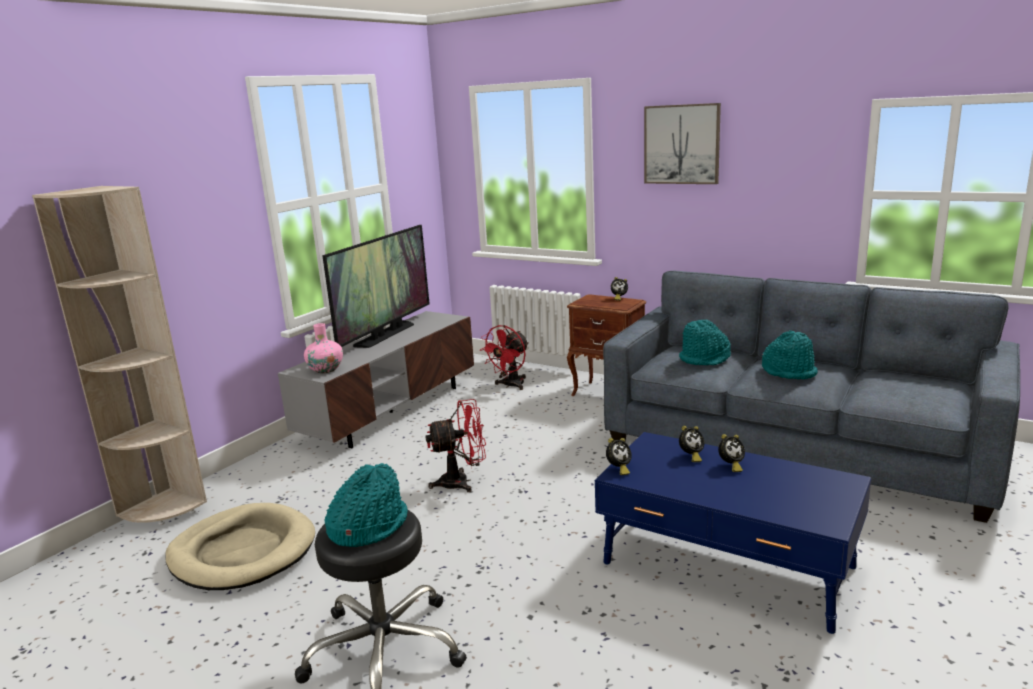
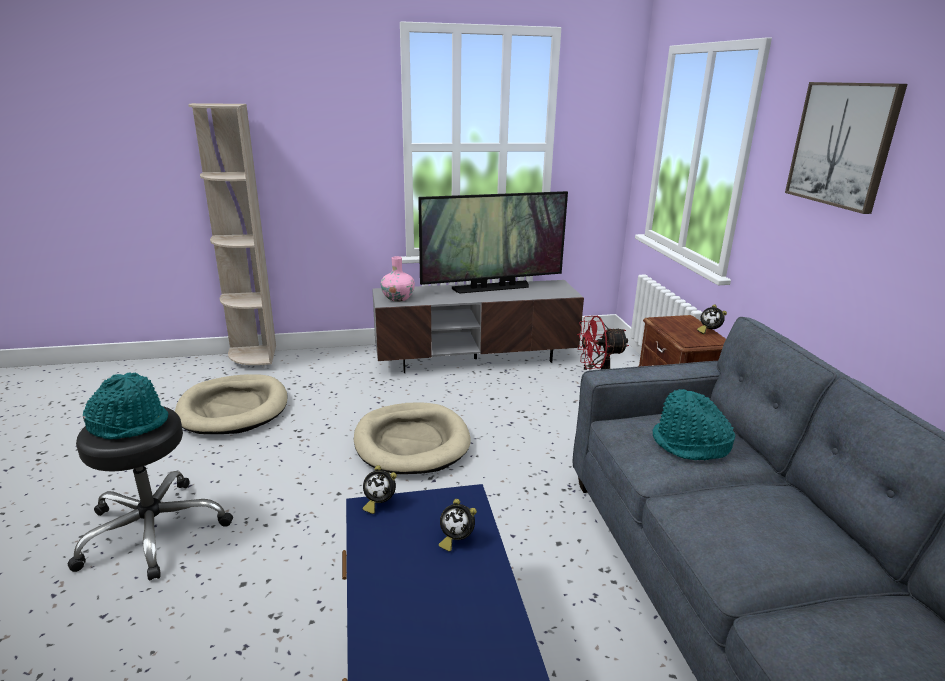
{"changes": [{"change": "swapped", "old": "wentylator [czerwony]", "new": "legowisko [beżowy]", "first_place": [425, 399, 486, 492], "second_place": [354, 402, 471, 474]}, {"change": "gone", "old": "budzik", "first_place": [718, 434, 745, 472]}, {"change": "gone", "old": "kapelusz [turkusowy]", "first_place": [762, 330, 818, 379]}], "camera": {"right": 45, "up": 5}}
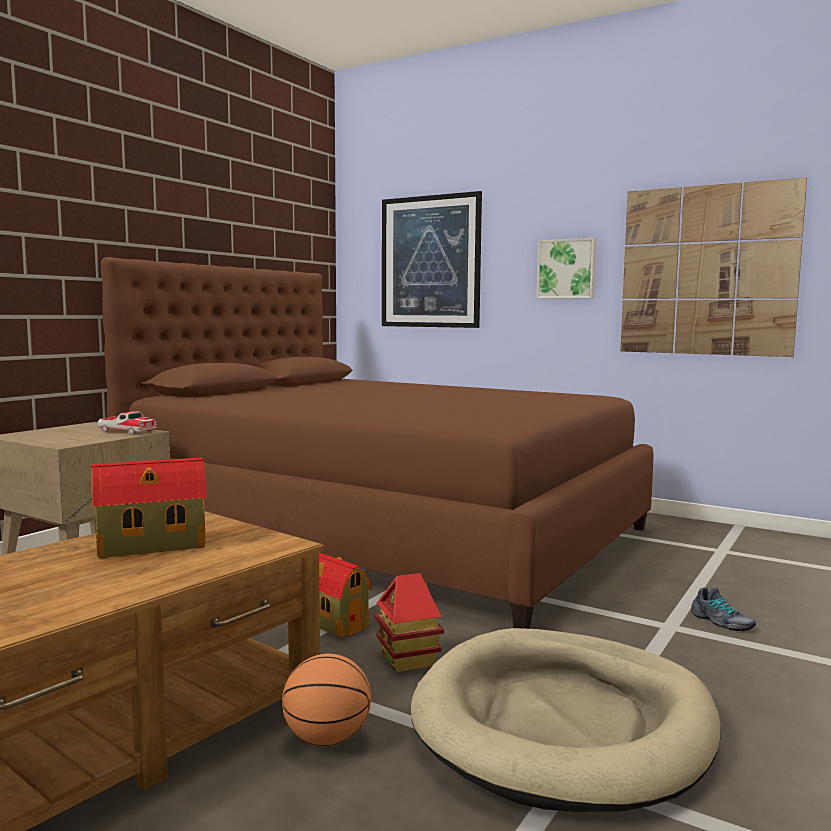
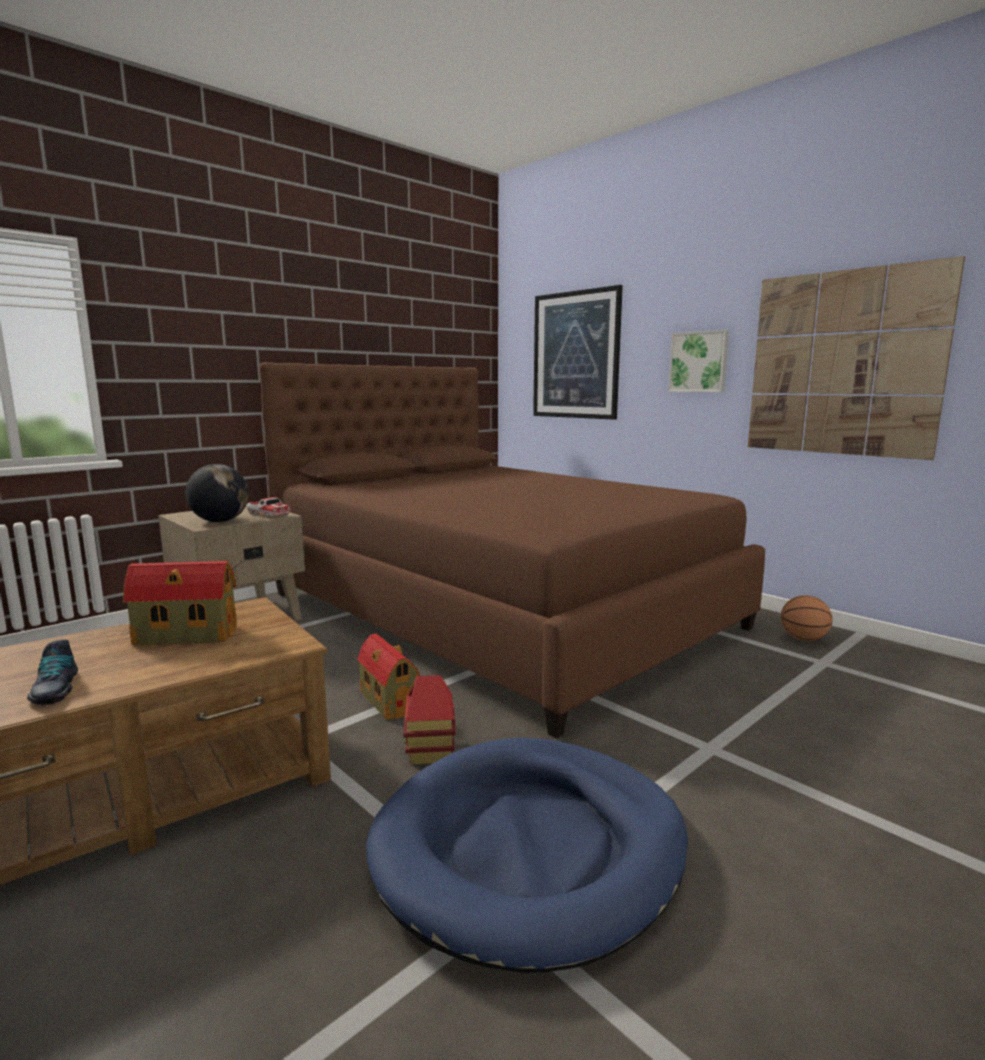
{"changes": [{"change": "shifted", "old": "but", "first_place": [691, 587, 756, 632], "second_place": [27, 639, 78, 705]}, {"change": "new", "new": "globus", "second_place": [186, 464, 249, 522]}, {"change": "repainted", "old": "legowisko [beżowy]", "new": "legowisko [niebieski]", "first_place": [411, 628, 720, 812], "second_place": [366, 738, 688, 973]}, {"change": "shifted", "old": "piłka do koszykówki", "first_place": [282, 654, 371, 746], "second_place": [781, 595, 833, 641]}], "camera": {"right": 15, "up": 5}}
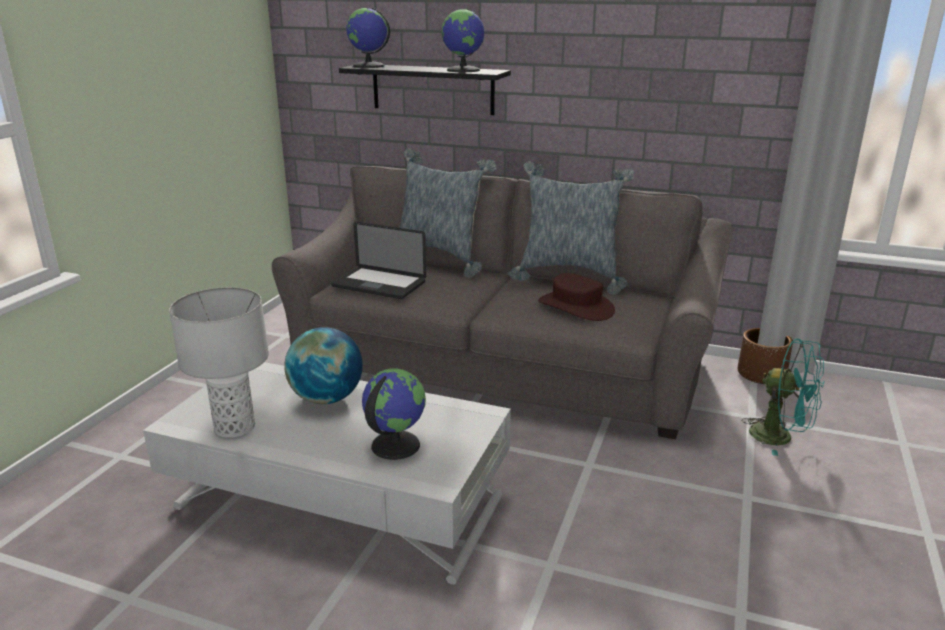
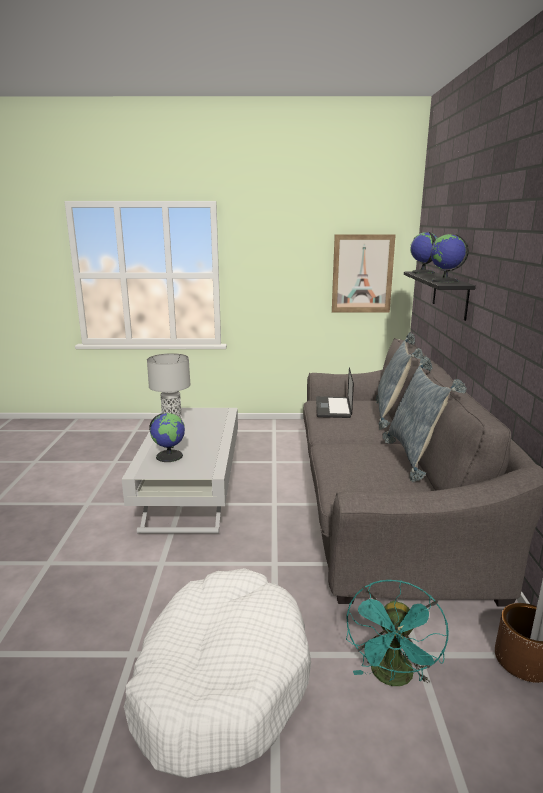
{"changes": [{"change": "new", "new": "legowisko [biały]", "second_place": [124, 568, 311, 778]}, {"change": "new", "new": "obraz", "second_place": [332, 234, 396, 312]}, {"change": "gone", "old": "globus", "first_place": [284, 327, 363, 404]}, {"change": "gone", "old": "kapelusz [brązowy]", "first_place": [538, 273, 615, 321]}], "camera": {"right": 70, "up": -5}}
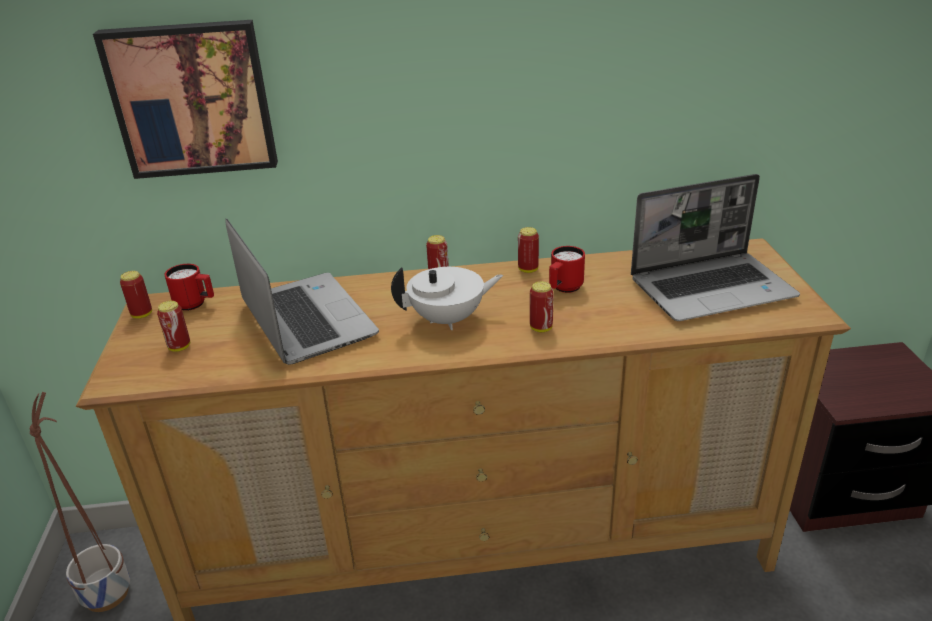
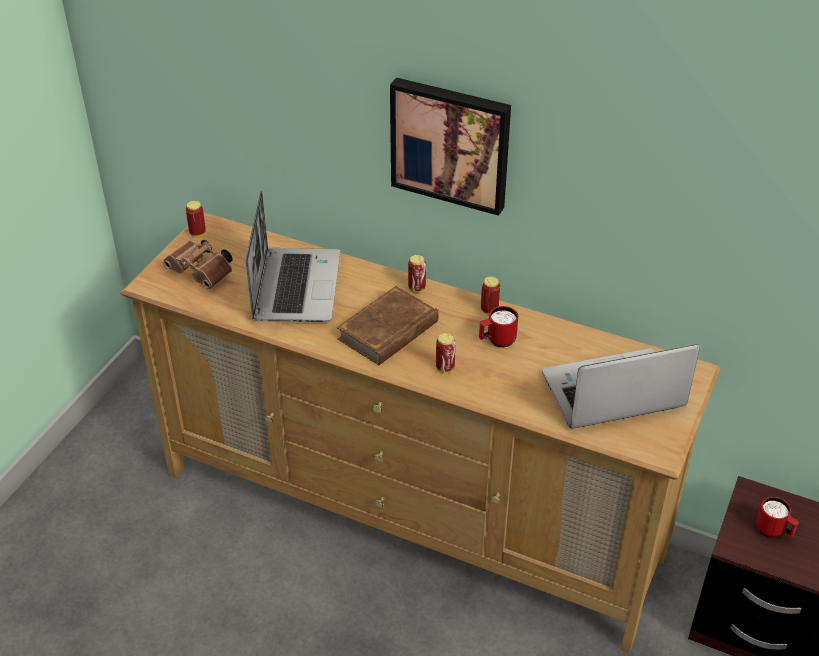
{"changes": [{"change": "swapped", "old": "puszka", "new": "lornetka [brązowy]", "first_place": [157, 301, 190, 352], "second_place": [163, 240, 233, 289]}, {"change": "swapped", "old": "imbryk [biały]", "new": "książka [brązowy]", "first_place": [391, 267, 503, 330], "second_place": [337, 286, 438, 365]}, {"change": "shifted", "old": "obraz", "first_place": [93, 20, 278, 179], "second_place": [390, 78, 511, 216]}, {"change": "rotated", "old": "laptop", "first_place": [631, 174, 800, 321], "second_place": [542, 344, 700, 429], "degrees": 150}, {"change": "shifted", "old": "kubek [czerwony]", "first_place": [164, 264, 214, 311], "second_place": [756, 497, 799, 538]}, {"change": "gone", "old": "donica", "first_place": [29, 392, 130, 612]}], "camera": {"right": 30, "up": 10}}
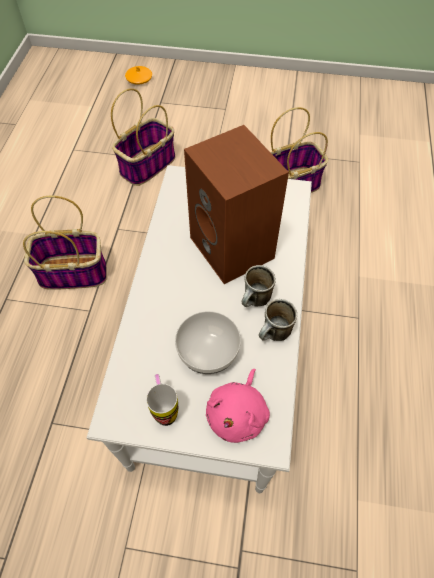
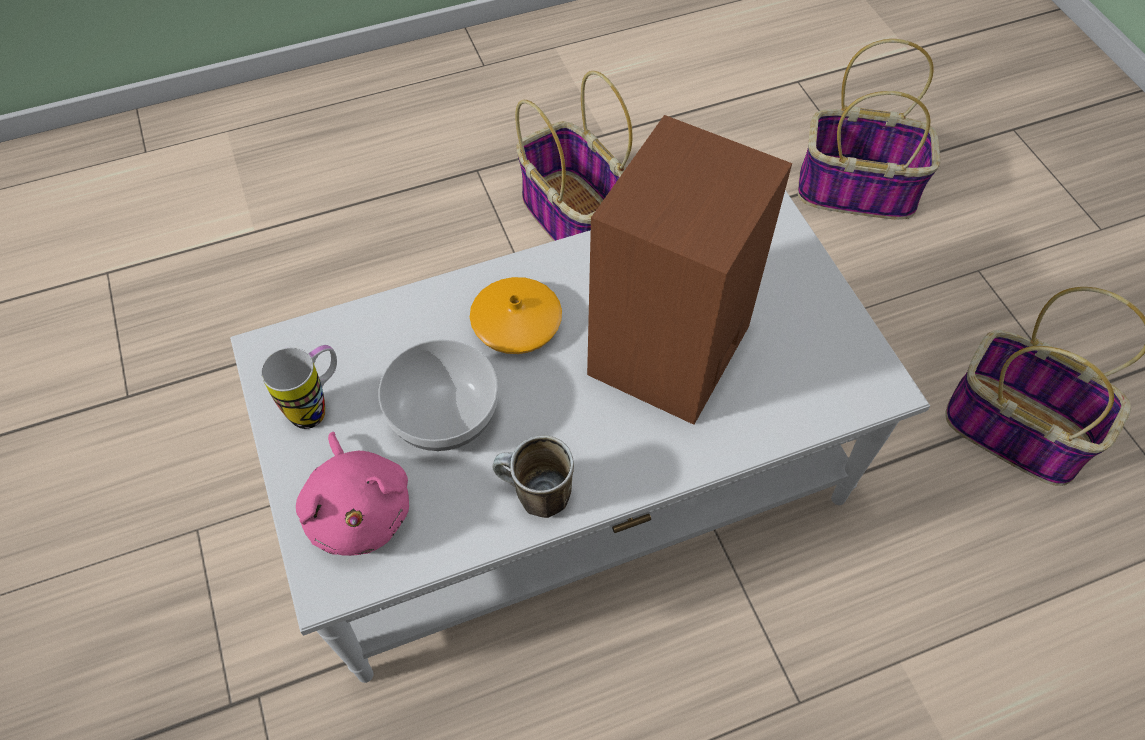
{"changes": [{"change": "rotated", "old": "pluszak [różowy]", "first_place": [206, 369, 270, 443], "second_place": [296, 432, 409, 556], "degrees": -105}, {"change": "shifted", "old": "wazon [pomarańczowy]", "first_place": [125, 66, 152, 85], "second_place": [470, 277, 562, 354]}, {"change": "gone", "old": "kubek", "first_place": [242, 265, 276, 307]}], "camera": {"right": 60, "up": 0}}
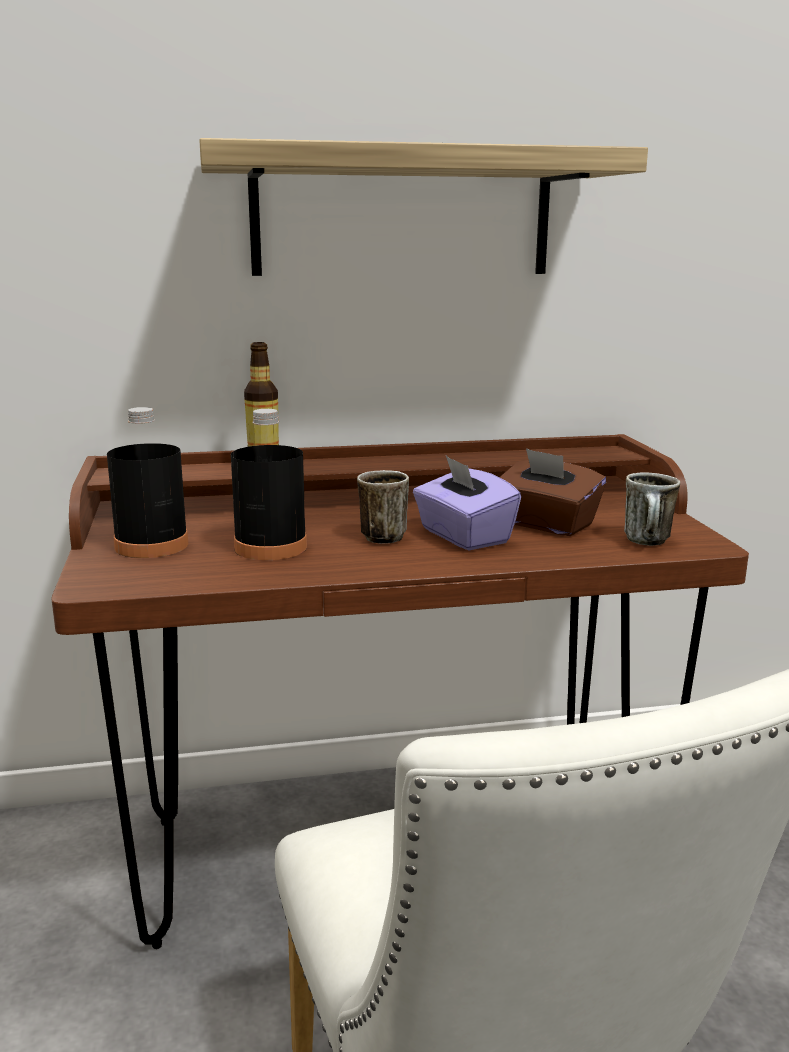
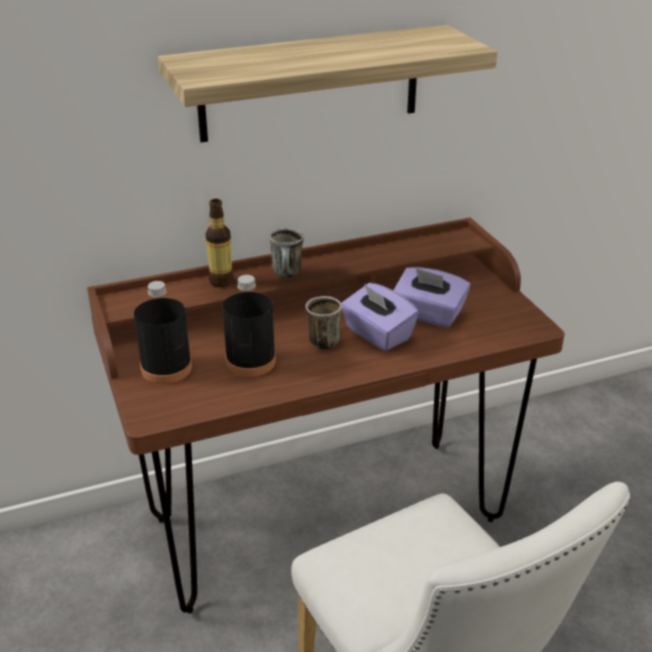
{"changes": [{"change": "shifted", "old": "kubek", "first_place": [624, 472, 680, 546], "second_place": [270, 228, 304, 278]}, {"change": "repainted", "old": "pudełko chusteczek [brązowy]", "new": "pudełko chusteczek [fioletowy]", "first_place": [500, 448, 606, 536], "second_place": [393, 267, 470, 327]}], "camera": {"right": -10, "up": 15}}
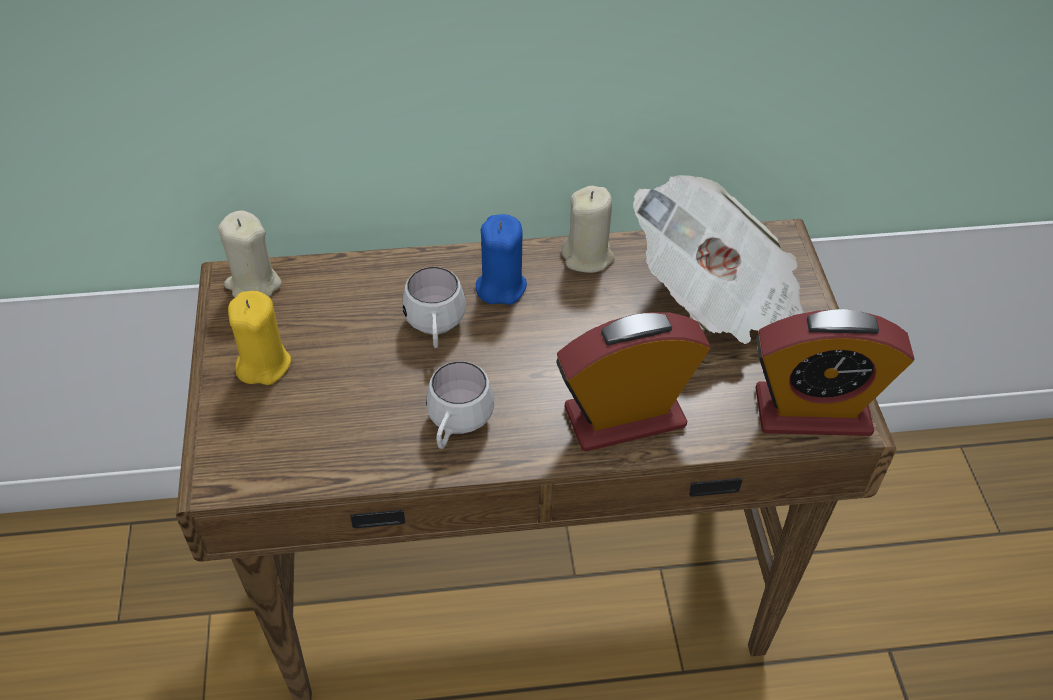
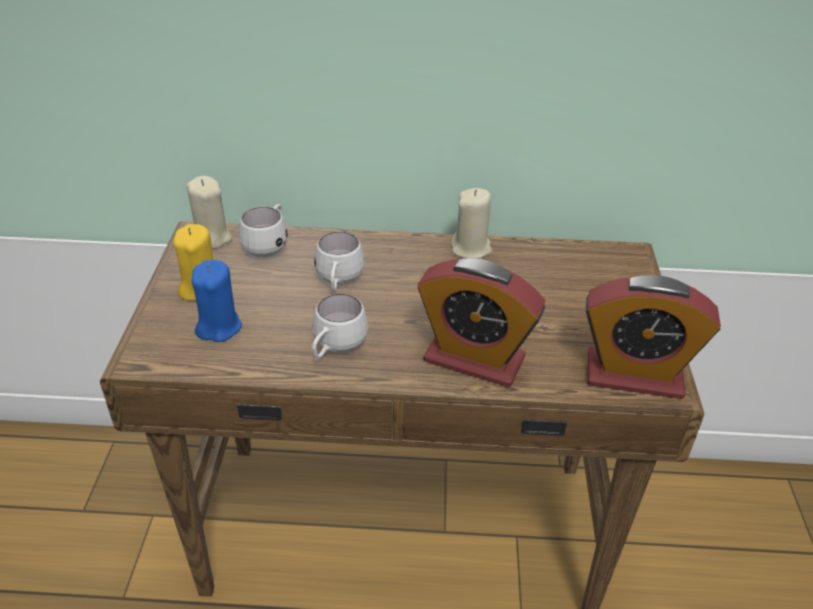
{"changes": [{"change": "shifted", "old": "świeca [niebieski]", "first_place": [476, 214, 527, 305], "second_place": [192, 260, 242, 342]}, {"change": "new", "new": "kubek [biały]", "second_place": [239, 204, 288, 257]}, {"change": "rotated", "old": "budzik", "first_place": [556, 312, 711, 452], "second_place": [417, 258, 545, 387], "degrees": -150}, {"change": "gone", "old": "gazeta", "first_place": [633, 175, 804, 344]}], "camera": {"right": 10, "up": -10}}
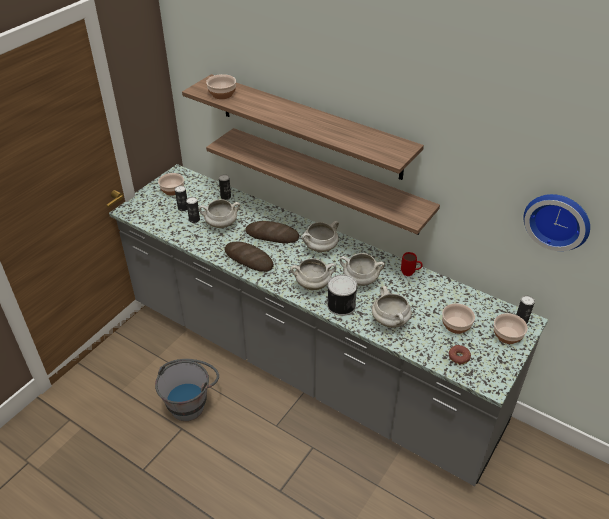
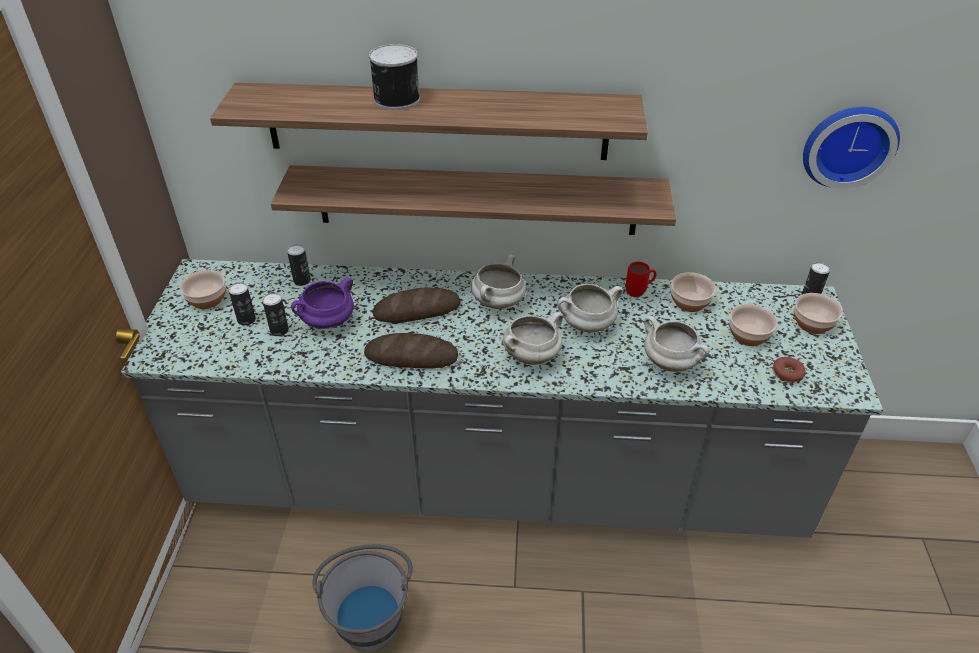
{"changes": [{"change": "repainted", "old": "garnek [biały]", "new": "garnek [fioletowy]", "first_place": [199, 199, 240, 228], "second_place": [291, 277, 354, 329]}, {"change": "shifted", "old": "puszka", "first_place": [327, 275, 357, 316], "second_place": [369, 44, 420, 110]}, {"change": "shifted", "old": "miska", "first_place": [206, 74, 236, 99], "second_place": [671, 272, 716, 312]}], "camera": {"right": -30, "up": 0}}
